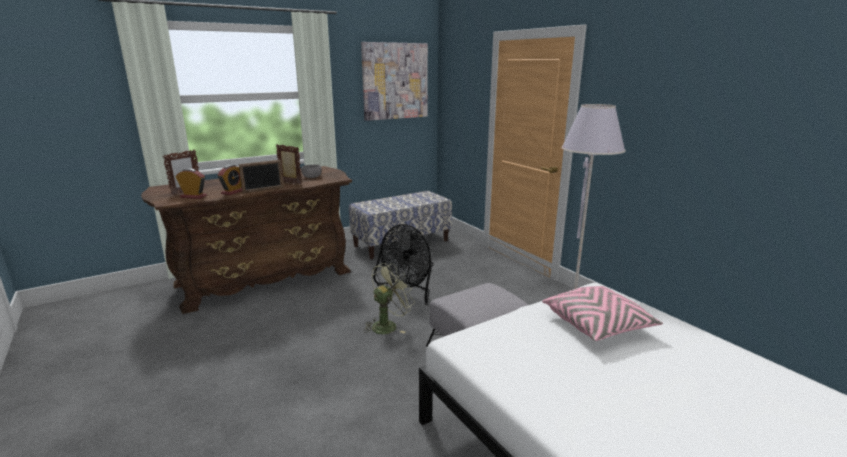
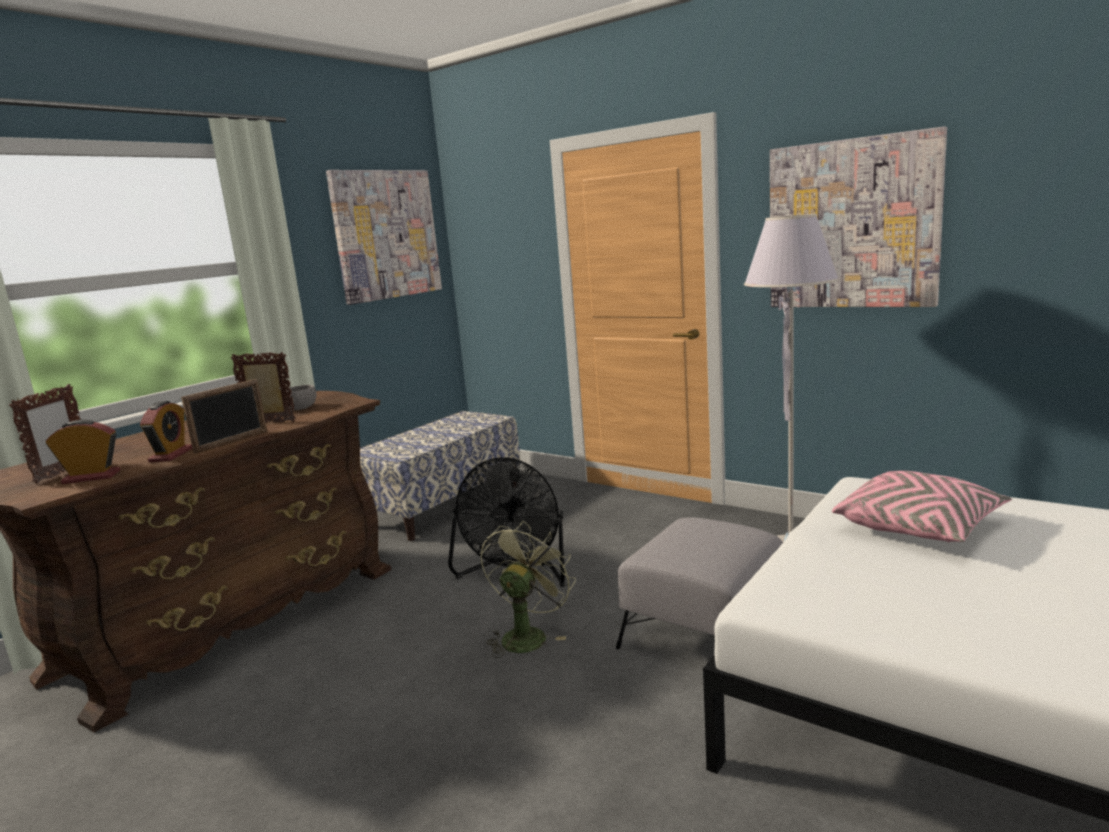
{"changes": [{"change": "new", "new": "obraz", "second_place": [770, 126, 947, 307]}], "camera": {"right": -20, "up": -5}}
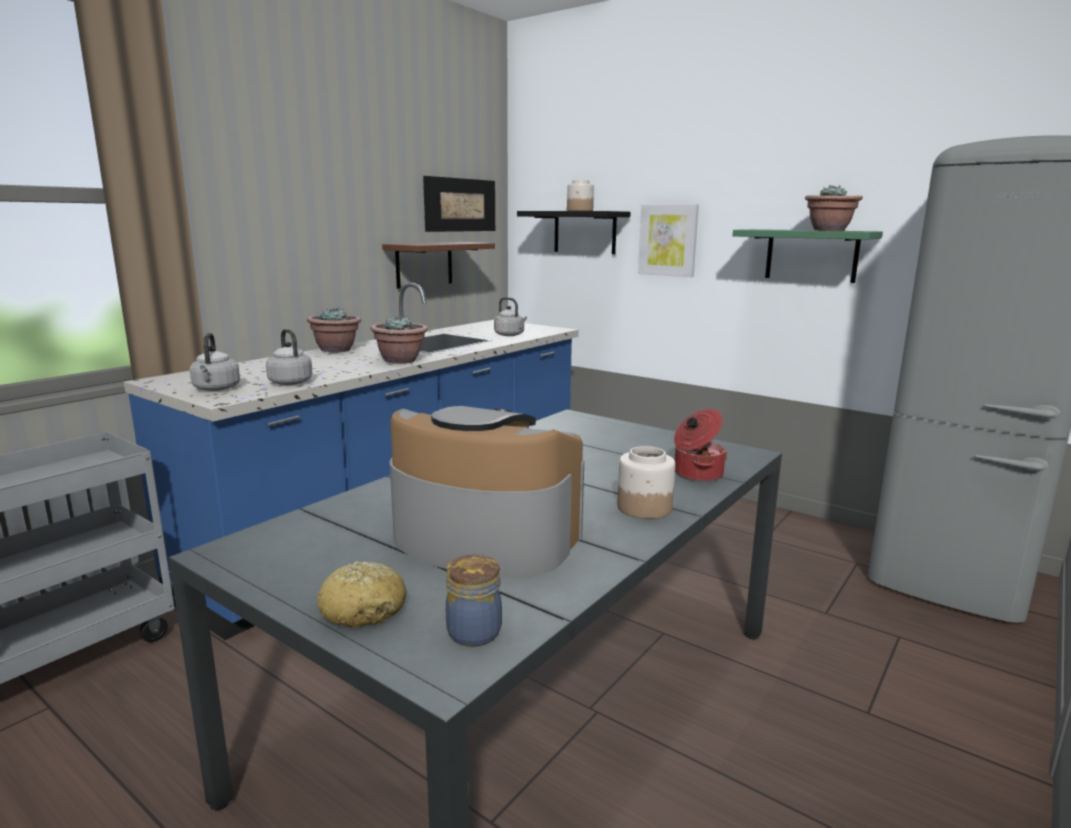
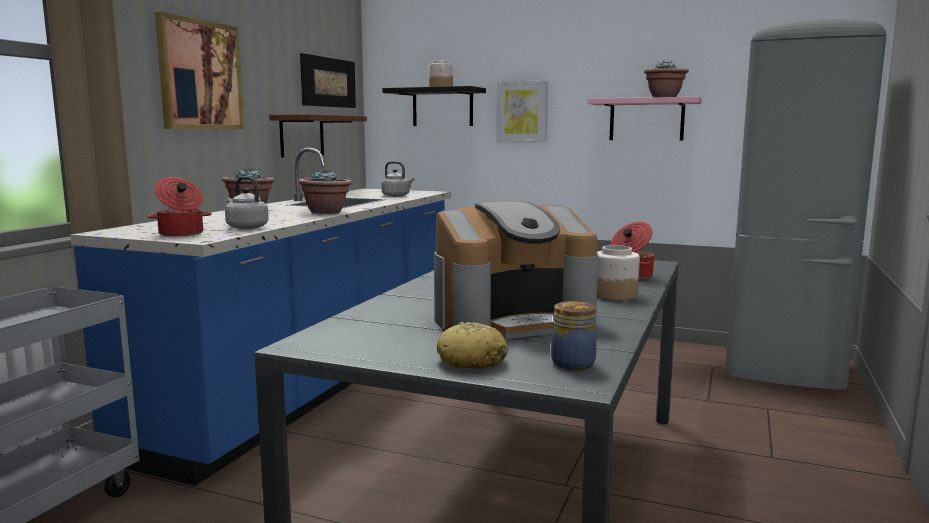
{"changes": [{"change": "swapped", "old": "czajnik [szary]", "new": "garnek", "first_place": [190, 333, 240, 391], "second_place": [147, 177, 212, 237]}, {"change": "new", "new": "obraz", "second_place": [155, 12, 244, 129]}, {"change": "rotated", "old": "ekspres do kawy", "first_place": [390, 406, 584, 578], "second_place": [434, 201, 599, 339], "degrees": 150}, {"change": "repainted", "old": "półka [zielony]", "new": "półka [różowy]", "first_place": [733, 229, 883, 283], "second_place": [587, 97, 702, 141]}], "camera": {"right": -15, "up": -5}}
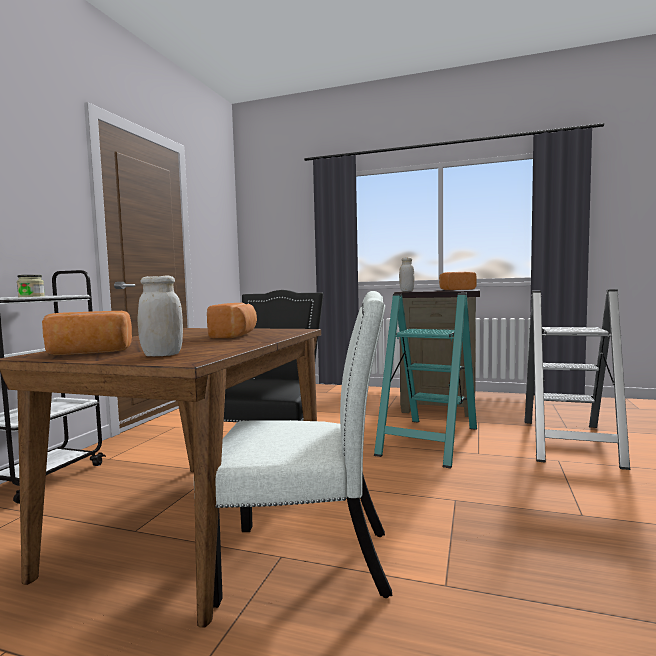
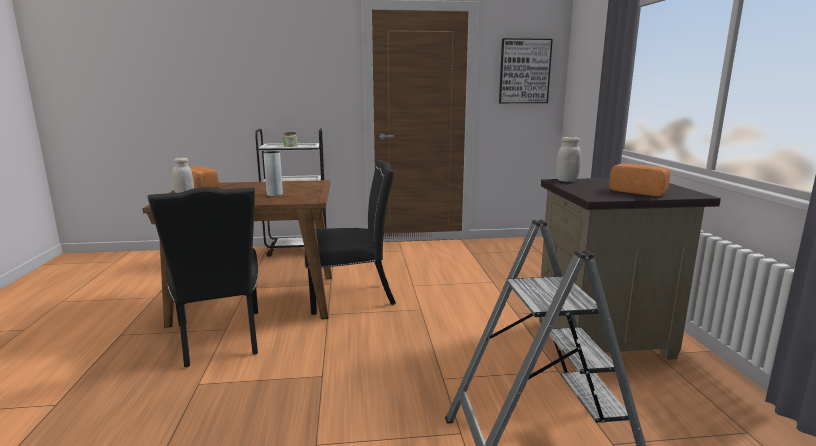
{"changes": [{"change": "repainted", "old": "krzesło [biały]", "new": "krzesło [czarny]", "first_place": [213, 291, 393, 608], "second_place": [147, 187, 258, 367]}, {"change": "swapped", "old": "chleb", "new": "wazon [szary]", "first_place": [207, 303, 257, 338], "second_place": [263, 151, 283, 196]}, {"change": "new", "new": "obraz", "second_place": [499, 38, 553, 103]}, {"change": "gone", "old": "drabinka [turkusowy]", "first_place": [374, 293, 477, 469]}], "camera": {"right": 65, "up": 10}}
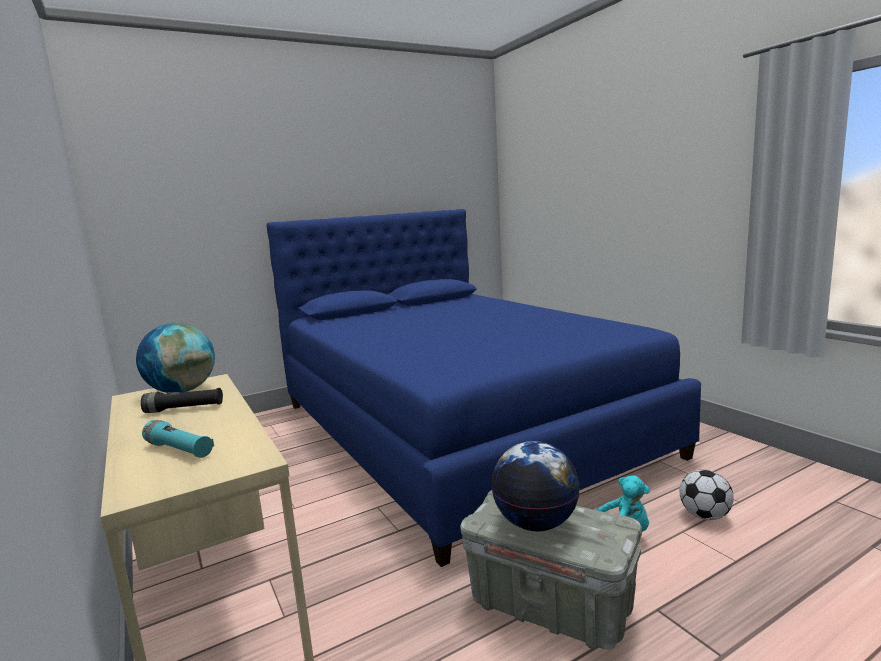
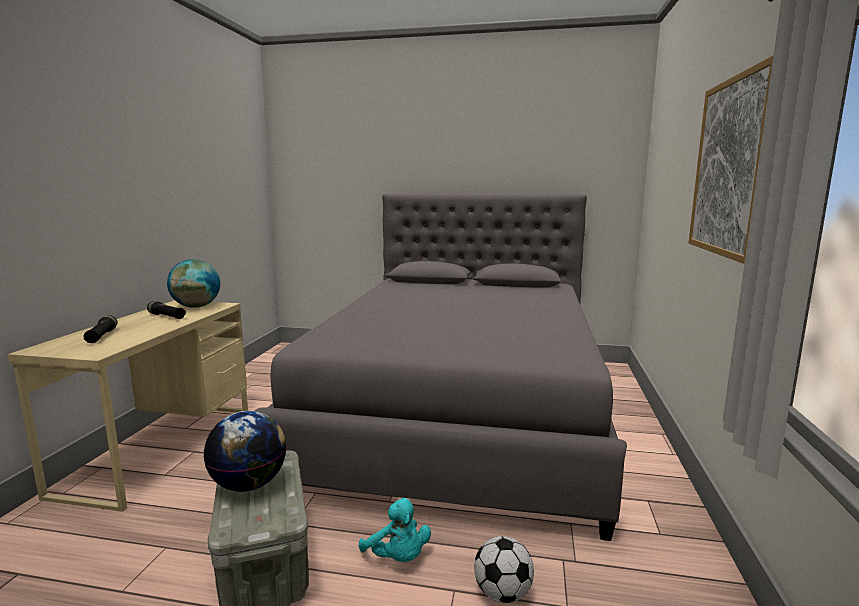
{"changes": [{"change": "repainted", "old": "latarka [turkusowy]", "new": "latarka [czarny]", "first_place": [142, 420, 214, 458], "second_place": [84, 315, 118, 343]}, {"change": "repainted", "old": "łóżko [niebieski]", "new": "łóżko [szary]", "first_place": [266, 209, 701, 567], "second_place": [255, 194, 627, 541]}, {"change": "new", "new": "obraz", "second_place": [689, 56, 773, 264]}], "camera": {"right": 40, "up": 0}}
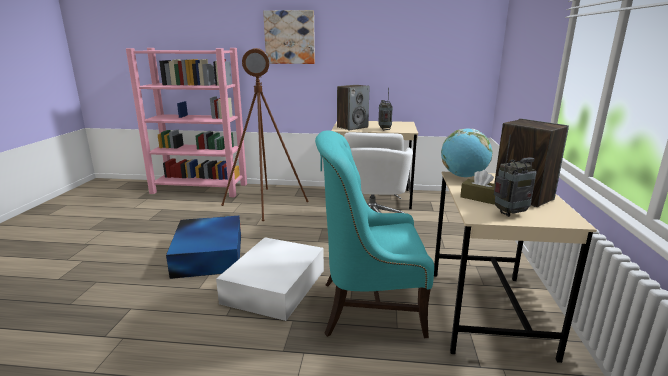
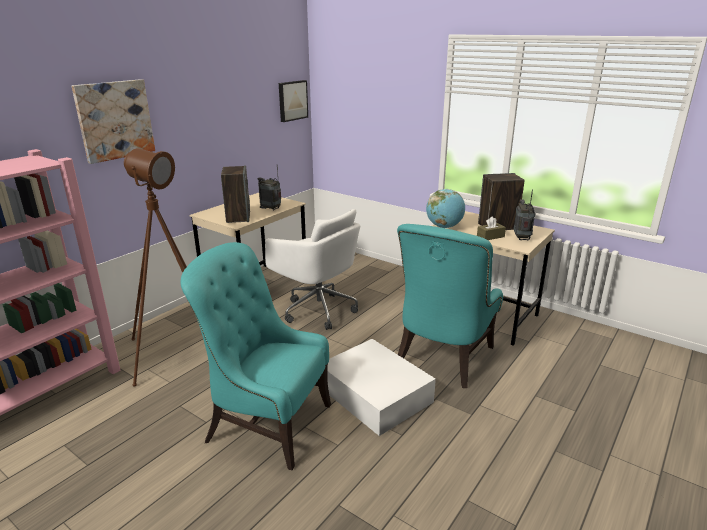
{"changes": [{"change": "swapped", "old": "pojemnik do przechowywania [niebieski]", "new": "krzesło [turkusowy]", "first_place": [166, 216, 241, 279], "second_place": [181, 242, 331, 470]}, {"change": "new", "new": "obraz", "second_place": [279, 80, 308, 122]}], "camera": {"right": -60, "up": 5}}
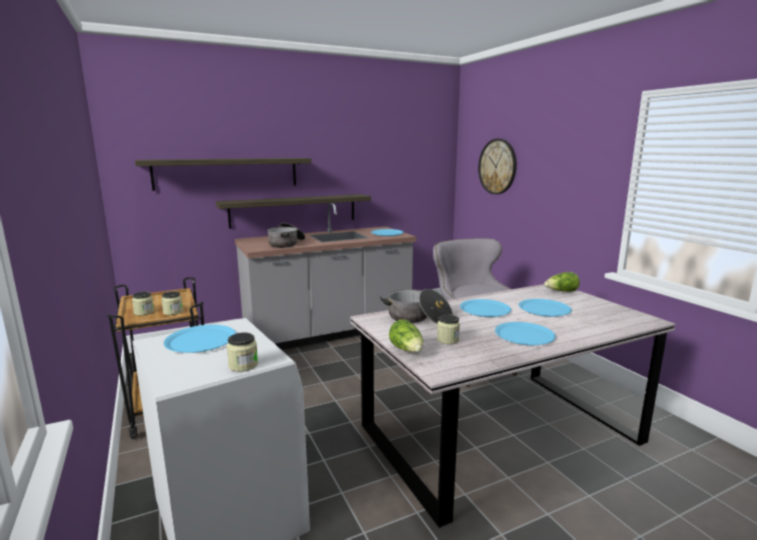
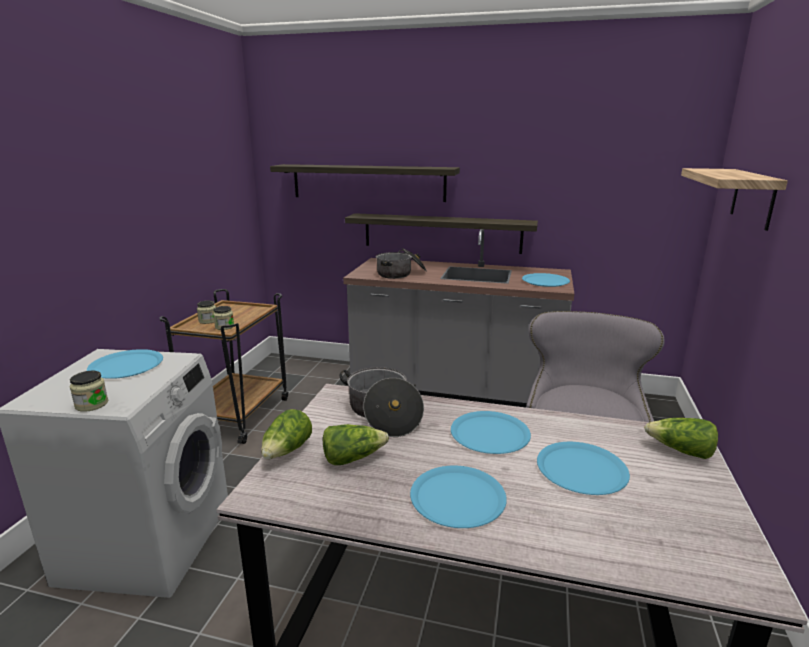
{"changes": [{"change": "swapped", "old": "słoik", "new": "sałata", "first_place": [437, 314, 460, 344], "second_place": [323, 424, 389, 465]}, {"change": "swapped", "old": "zegar ścienny", "new": "półka", "first_place": [478, 139, 517, 195], "second_place": [681, 168, 788, 231]}], "camera": {"right": 40, "up": 5}}
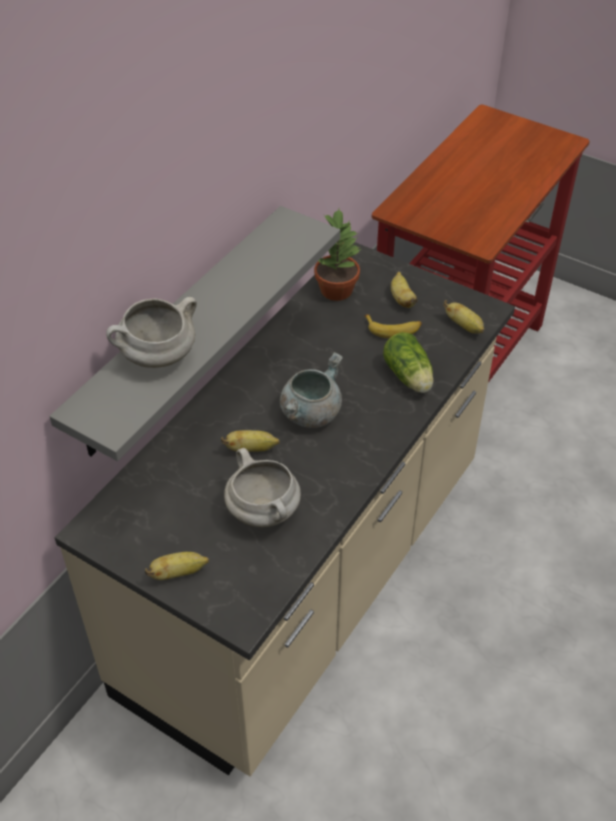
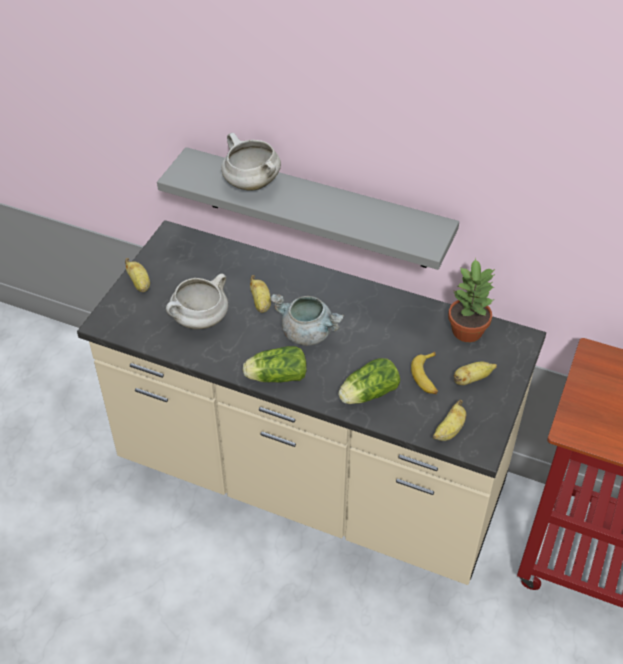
{"changes": [{"change": "new", "new": "sałata", "second_place": [243, 346, 307, 383]}], "camera": {"right": 80, "up": 0}}
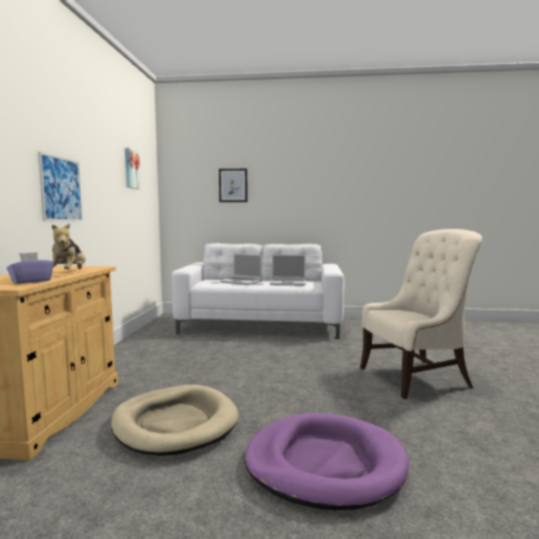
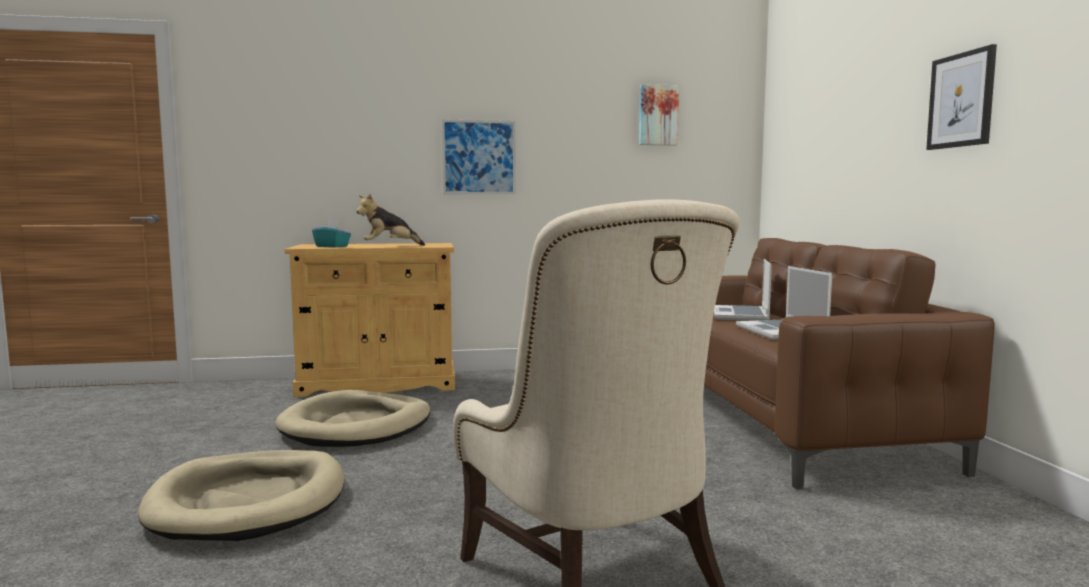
{"changes": [{"change": "repainted", "old": "legowisko [fioletowy]", "new": "legowisko [beżowy]", "first_place": [245, 413, 409, 511], "second_place": [138, 450, 344, 541]}, {"change": "repainted", "old": "pudełko chusteczek [fioletowy]", "new": "pudełko chusteczek [turkusowy]", "first_place": [7, 252, 54, 284], "second_place": [312, 220, 351, 248]}, {"change": "repainted", "old": "kanapa [biały]", "new": "kanapa [brązowy]", "first_place": [172, 243, 344, 339], "second_place": [704, 238, 995, 489]}, {"change": "shifted", "old": "obraz", "first_place": [219, 169, 248, 202], "second_place": [926, 44, 997, 150]}], "camera": {"right": 75, "up": 0}}
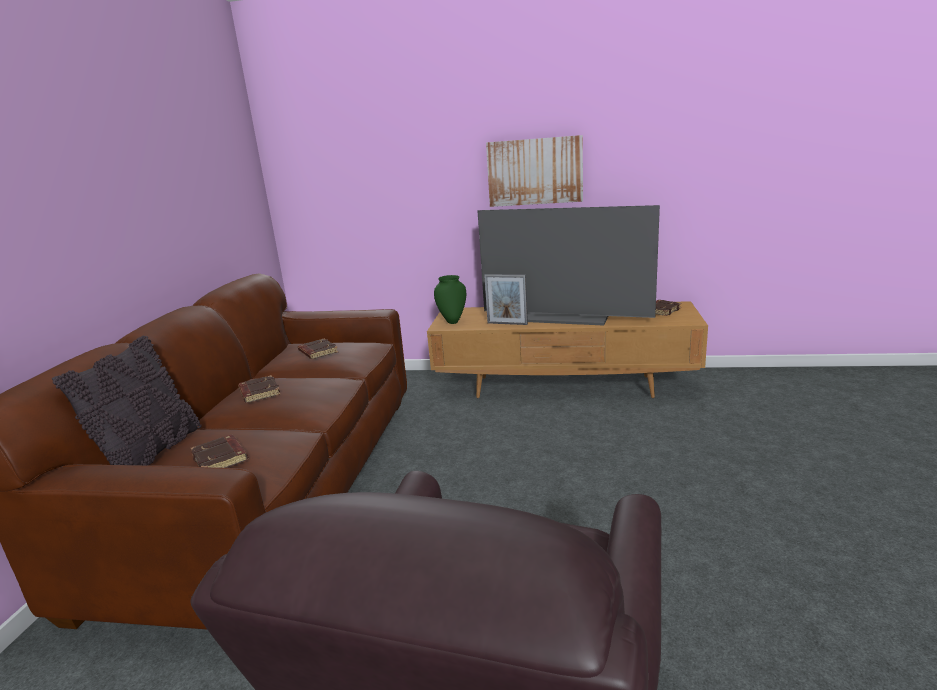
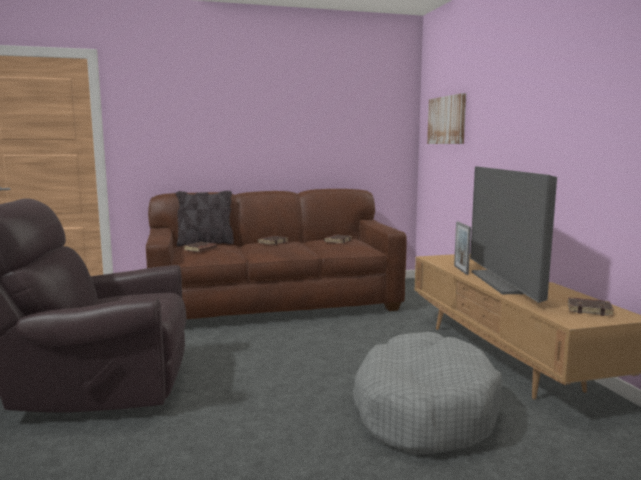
{"changes": [{"change": "new", "new": "legowisko [szary]", "second_place": [352, 332, 502, 455]}, {"change": "shifted", "old": "obraz", "first_place": [486, 135, 583, 207], "second_place": [427, 93, 466, 144]}, {"change": "gone", "old": "wazon [zielony]", "first_place": [434, 275, 466, 324]}], "camera": {"right": 65, "up": -10}}
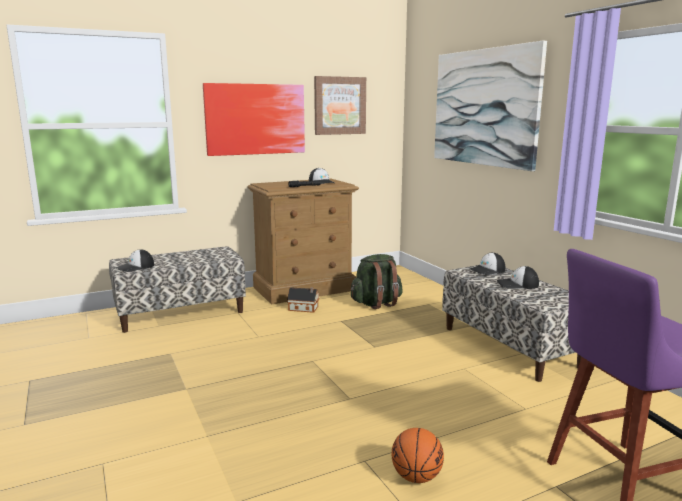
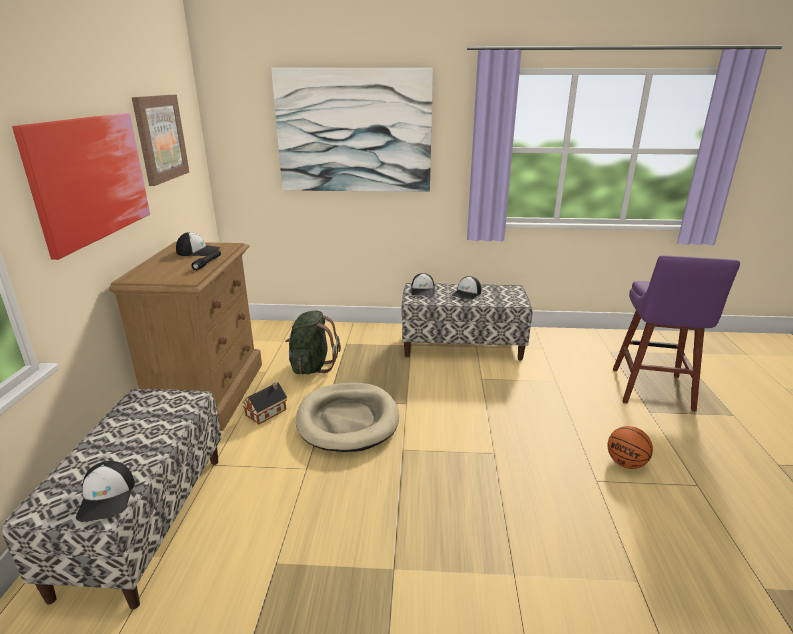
{"changes": [{"change": "new", "new": "legowisko [beżowy]", "second_place": [296, 383, 399, 452]}], "camera": {"right": -60, "up": 10}}
